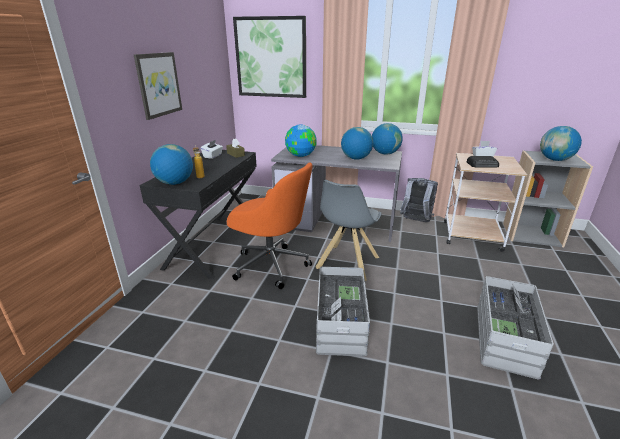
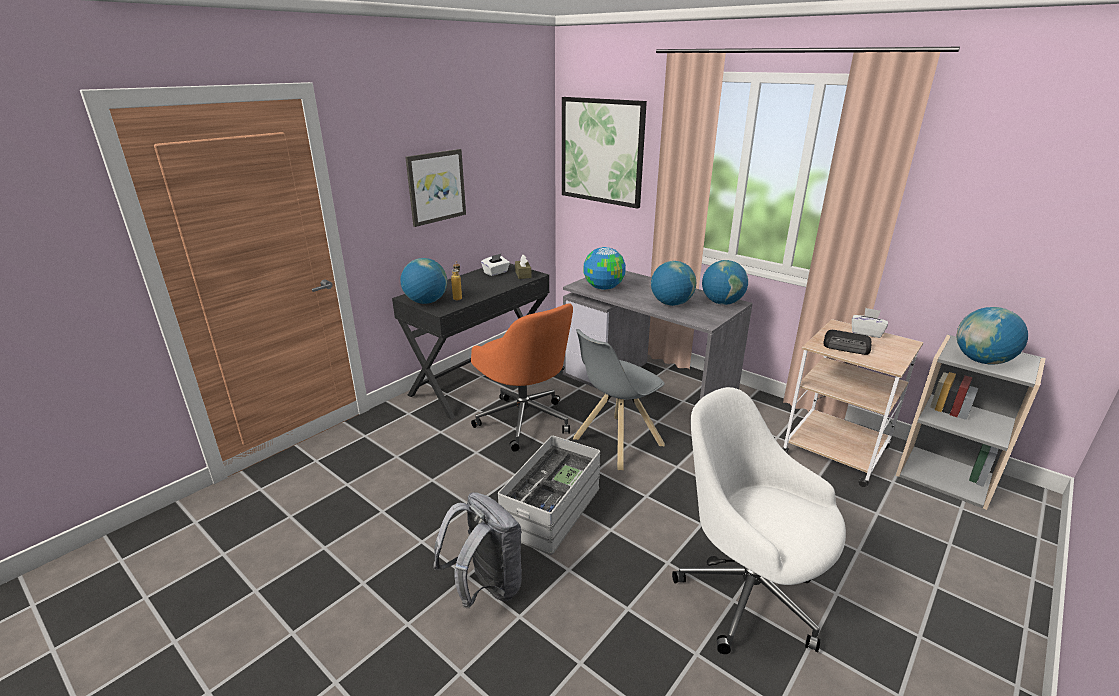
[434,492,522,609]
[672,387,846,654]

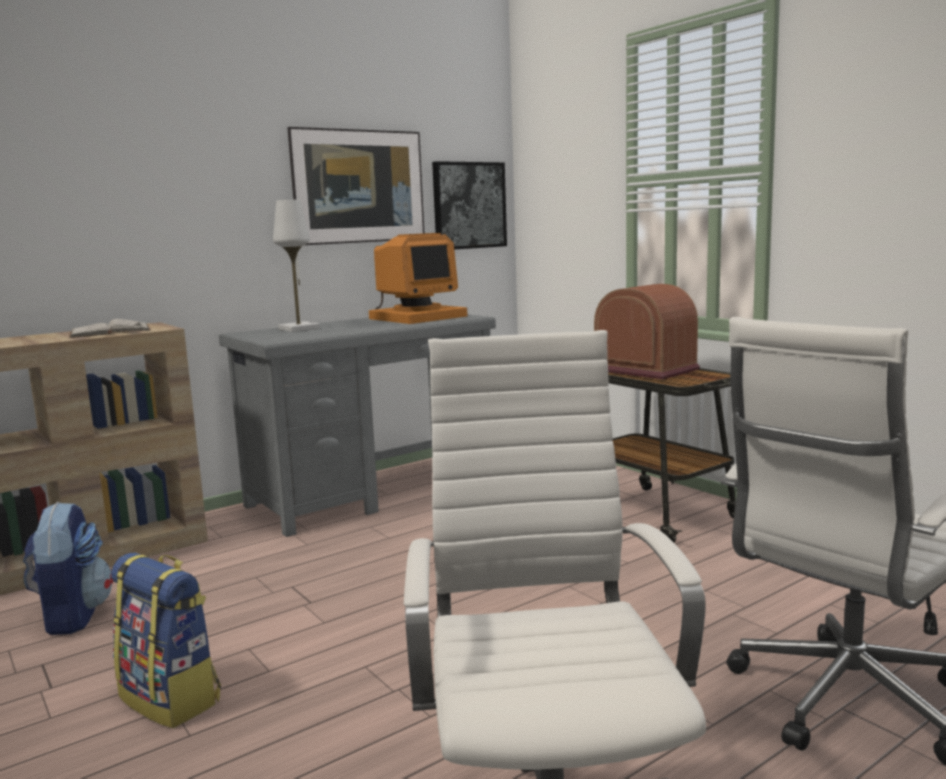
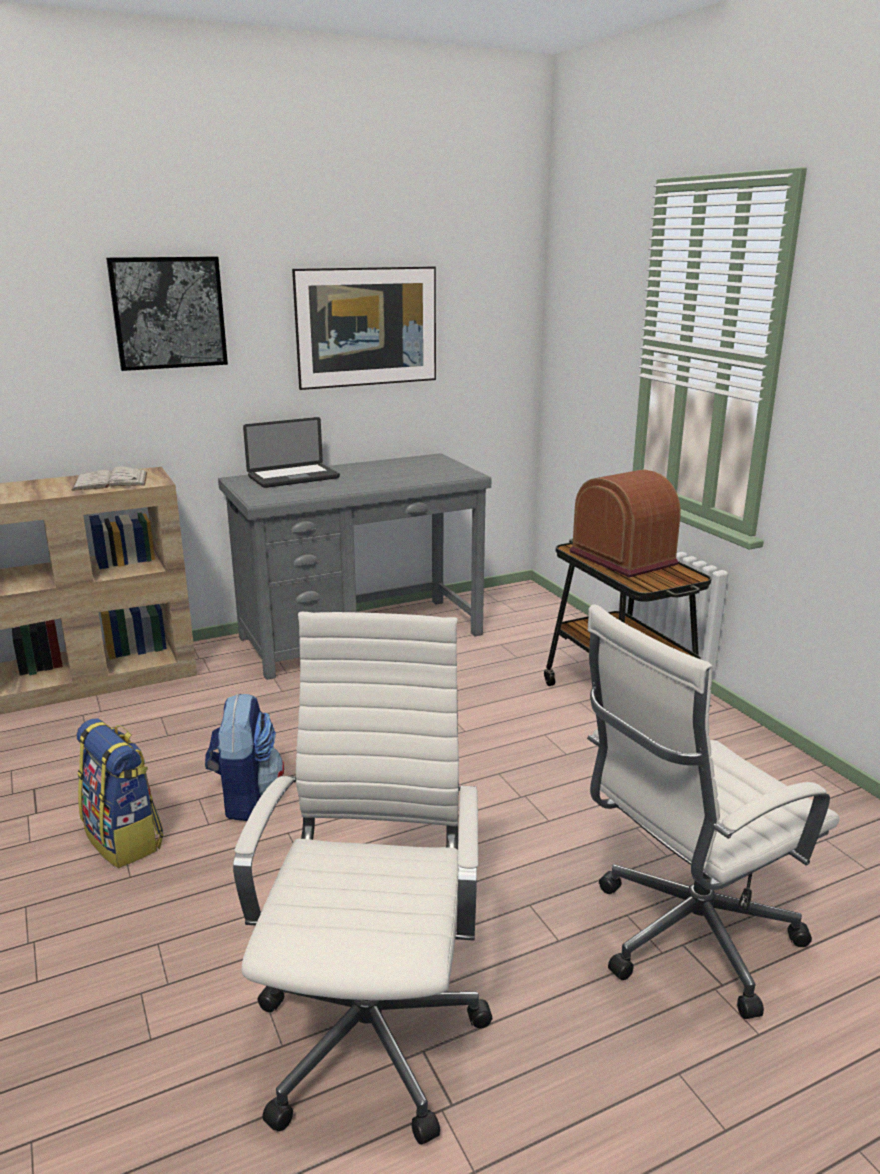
[106,257,228,371]
[243,417,340,488]
[369,233,467,324] (first image)
[205,694,284,821]

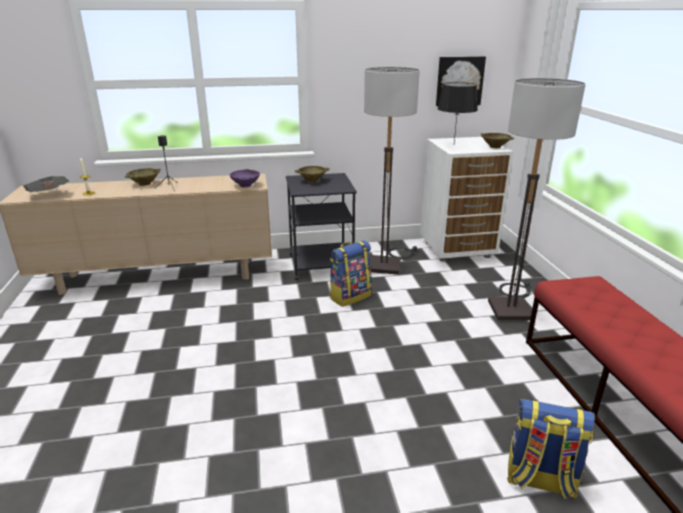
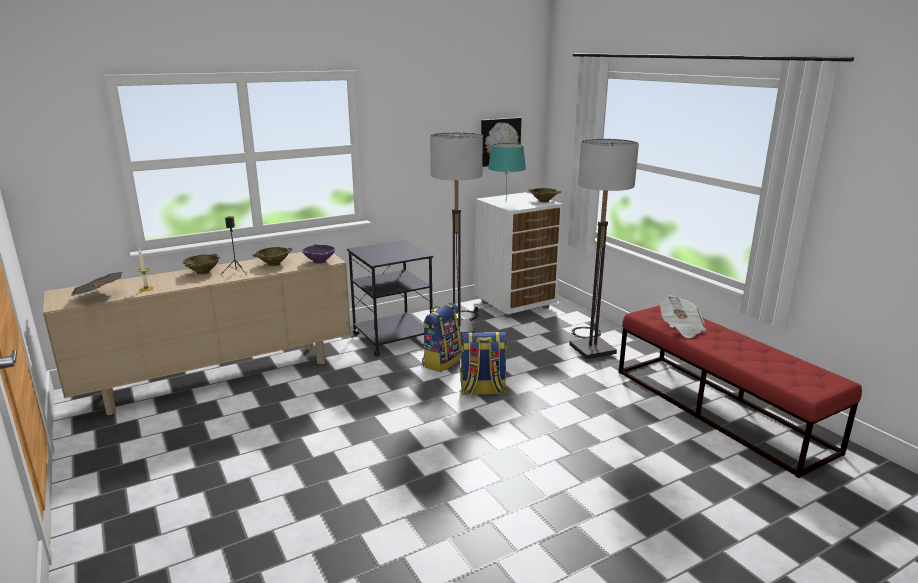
[488,143,526,195]
[252,247,293,266]
[460,332,507,395]
[660,295,706,338]

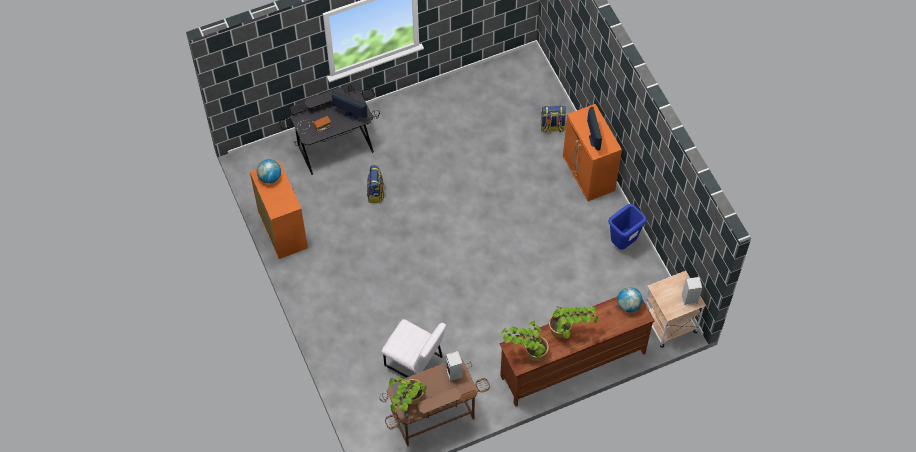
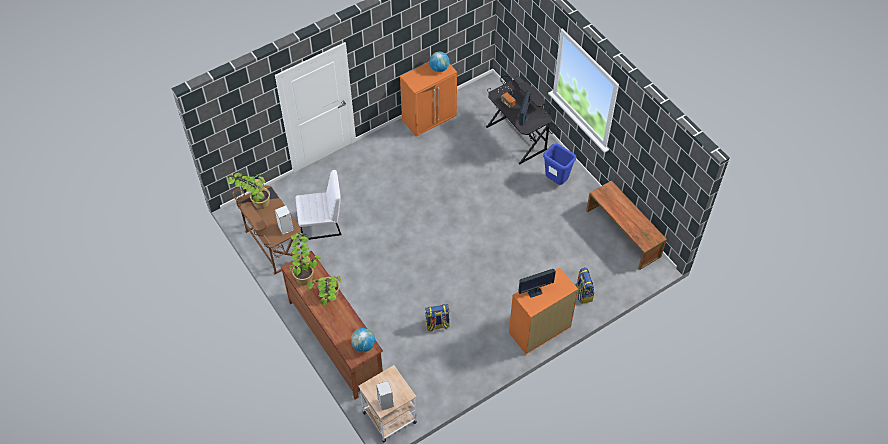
[425,304,450,332]
[543,143,576,185]
[296,170,341,240]
[586,180,667,270]

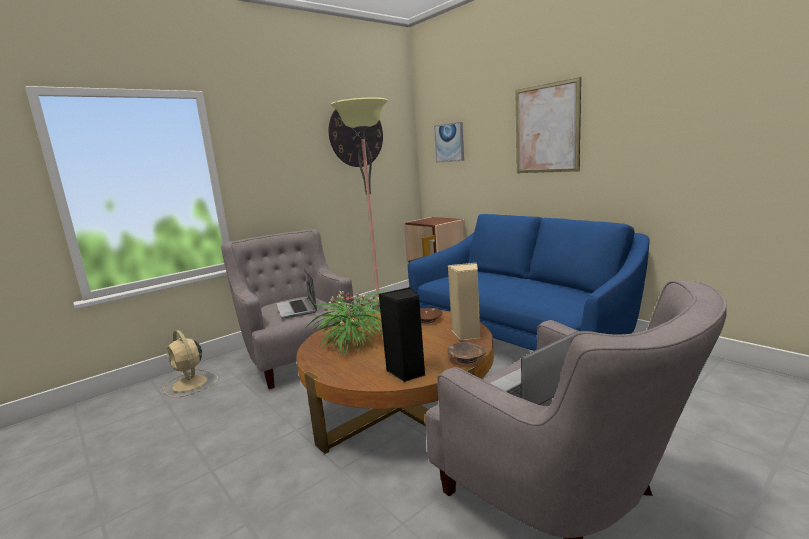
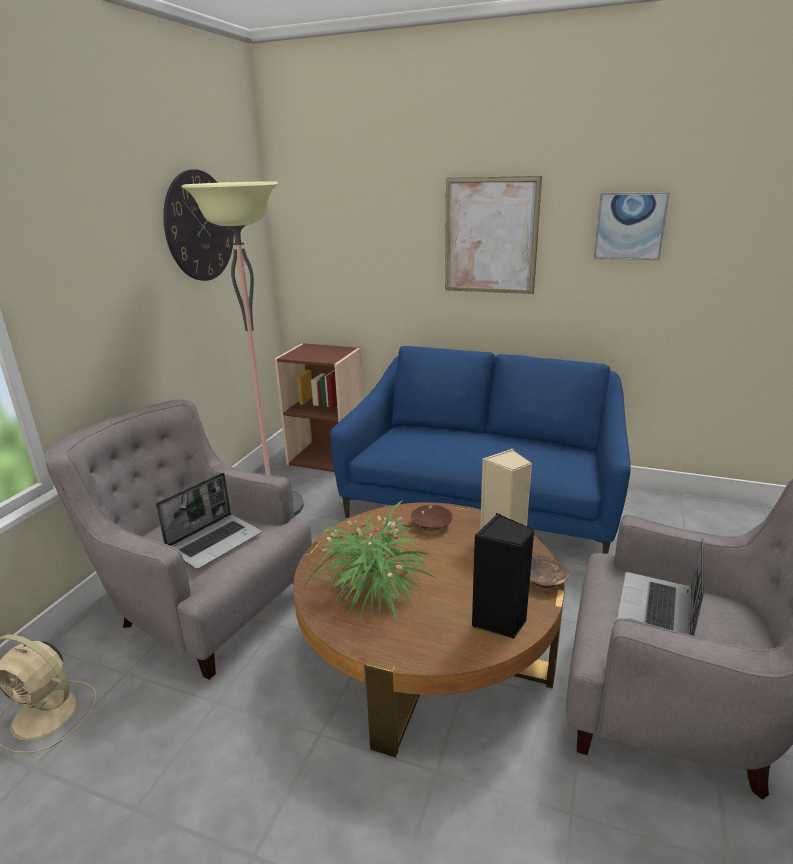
[593,192,670,260]
[156,473,262,569]

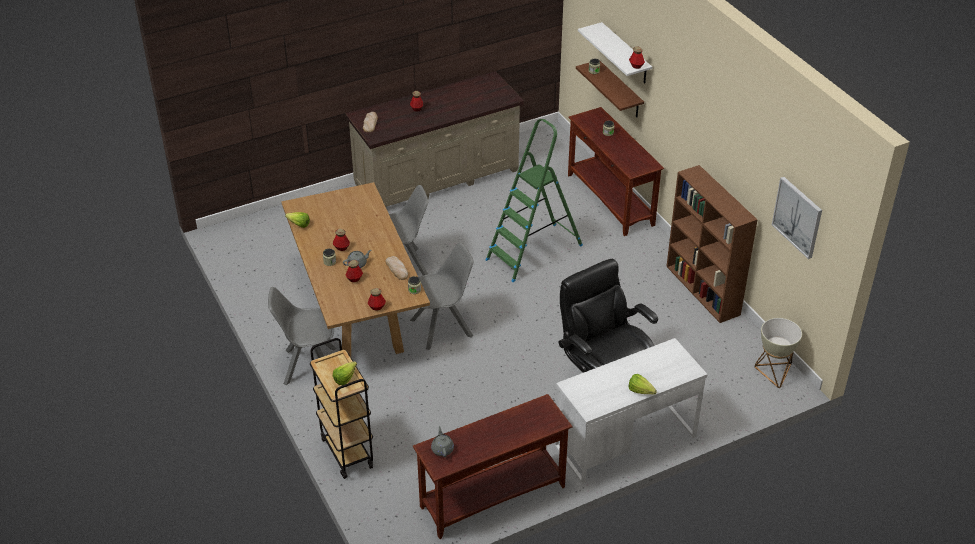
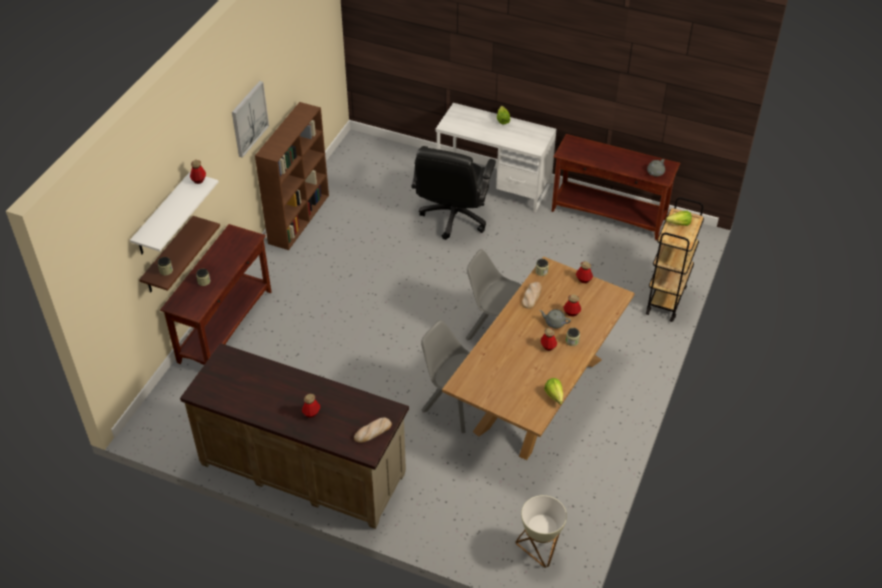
[486,119,583,282] (first image)
[232,81,269,158]
[268,287,337,385] (first image)
[516,495,567,568]

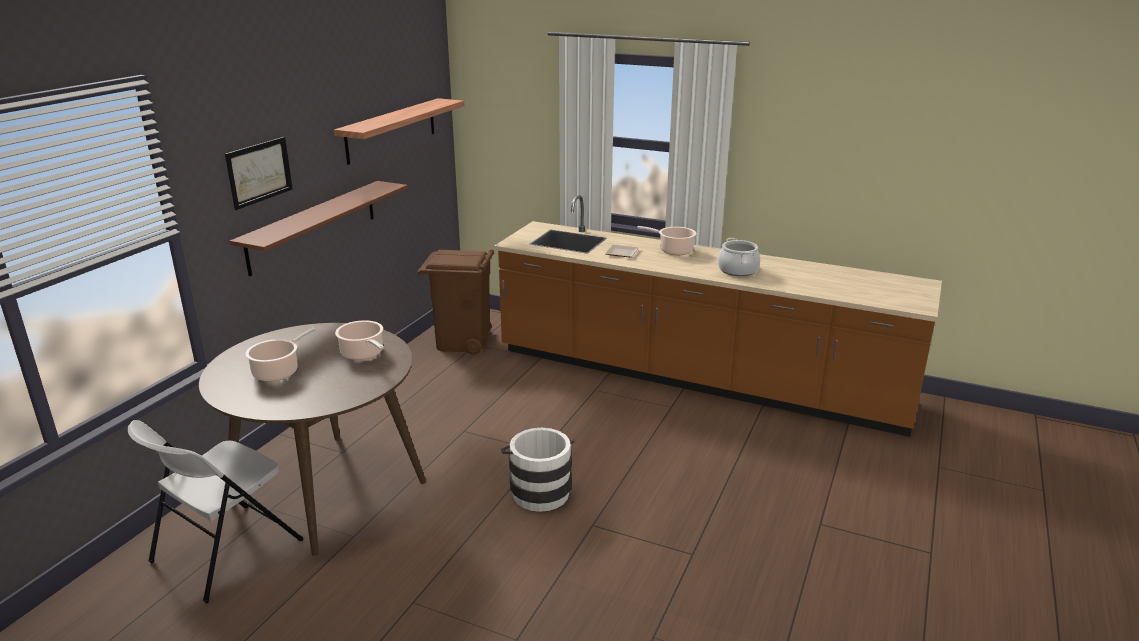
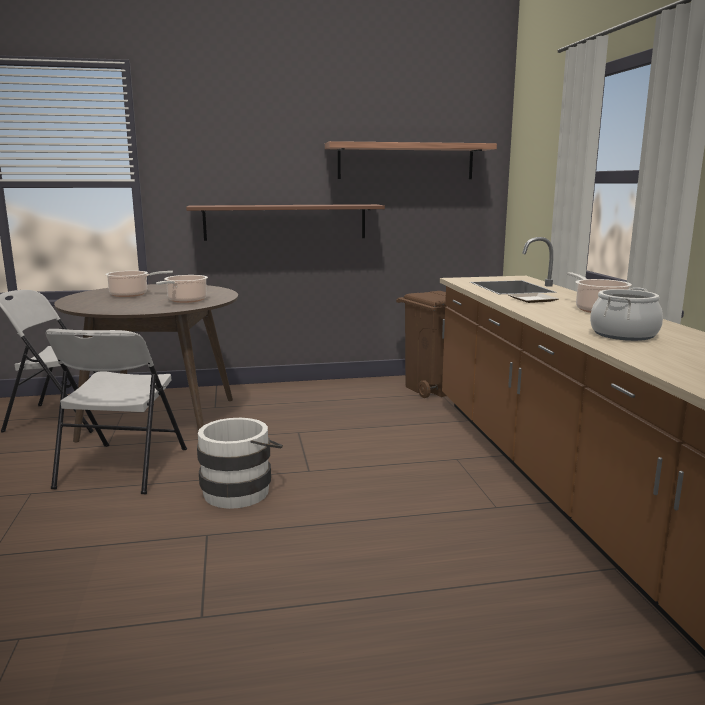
[225,137,293,210] (first image)
[46,329,187,494]

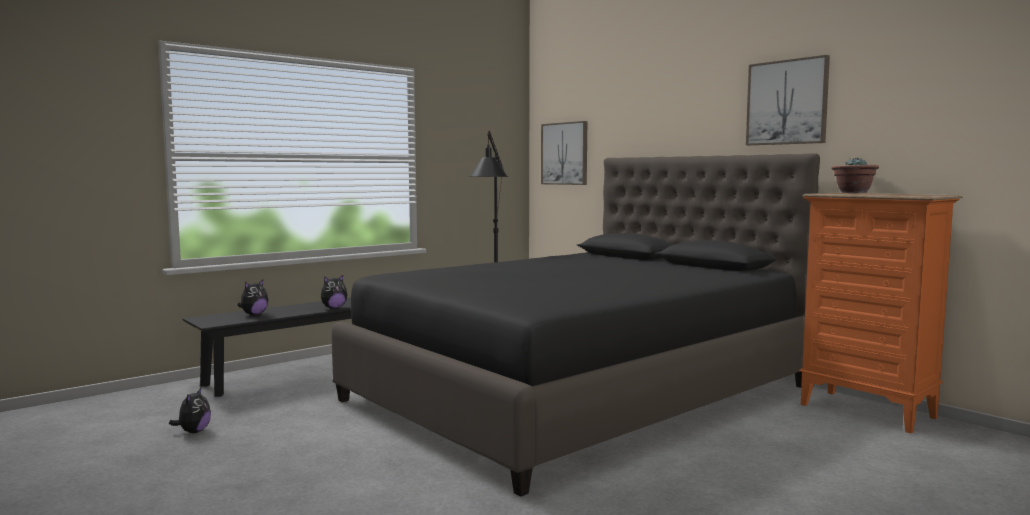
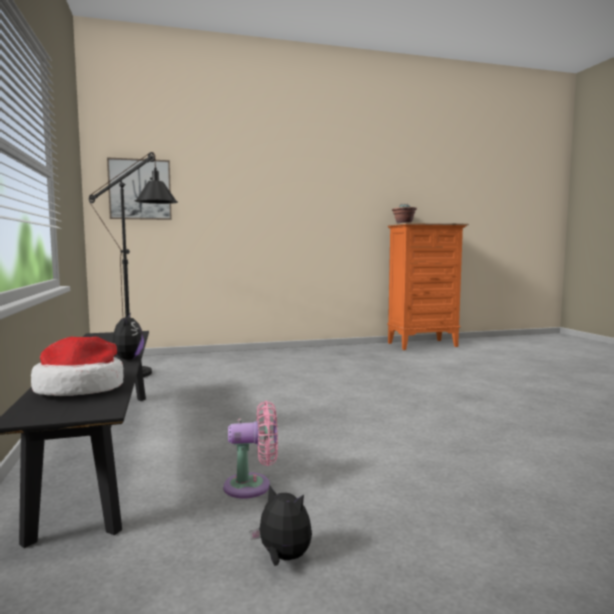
[746,55,830,145] (first image)
[332,153,820,497] (first image)
[31,337,123,396]
[223,401,278,498]

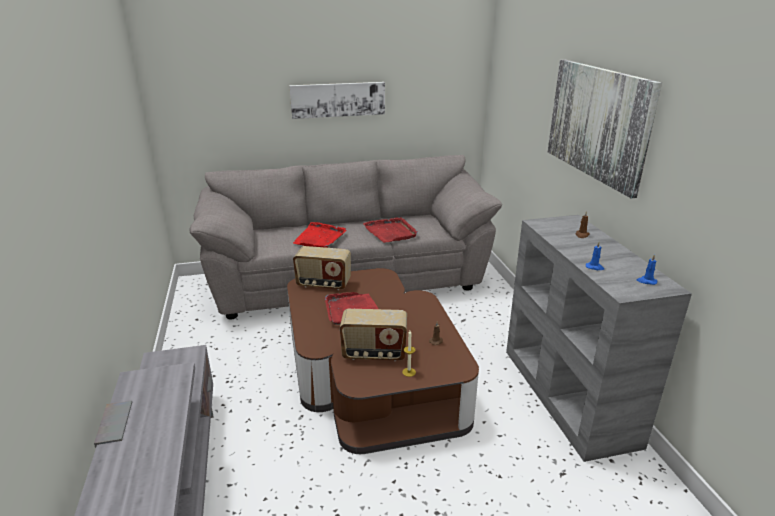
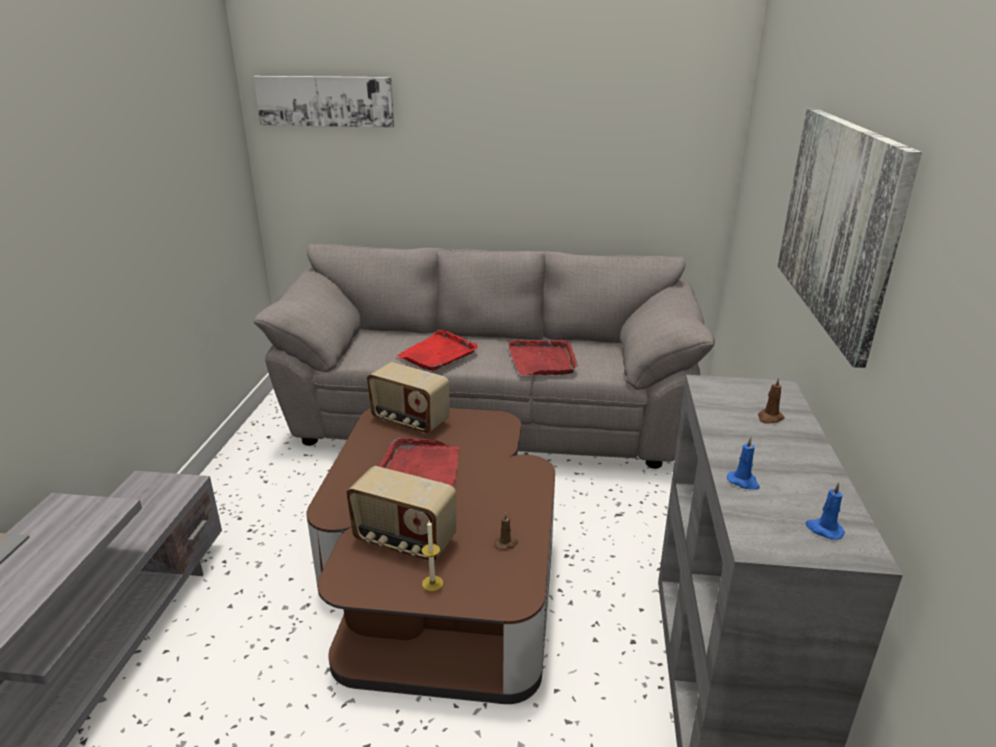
[253,76,394,128]

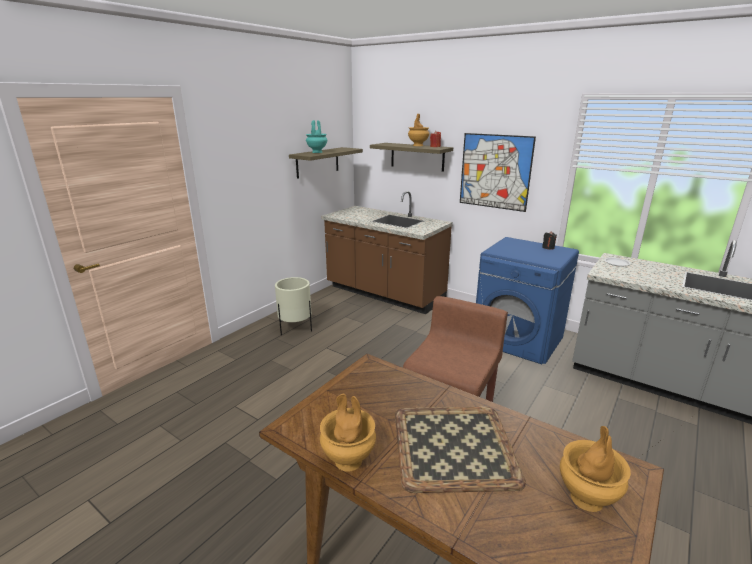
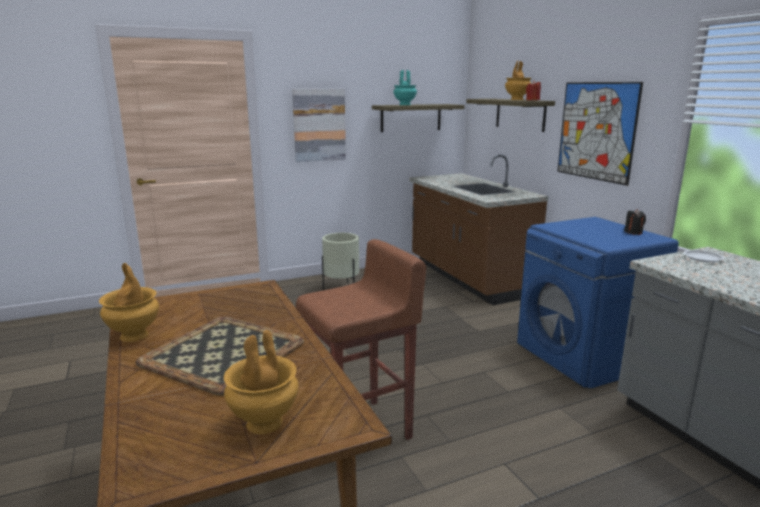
[292,89,346,162]

